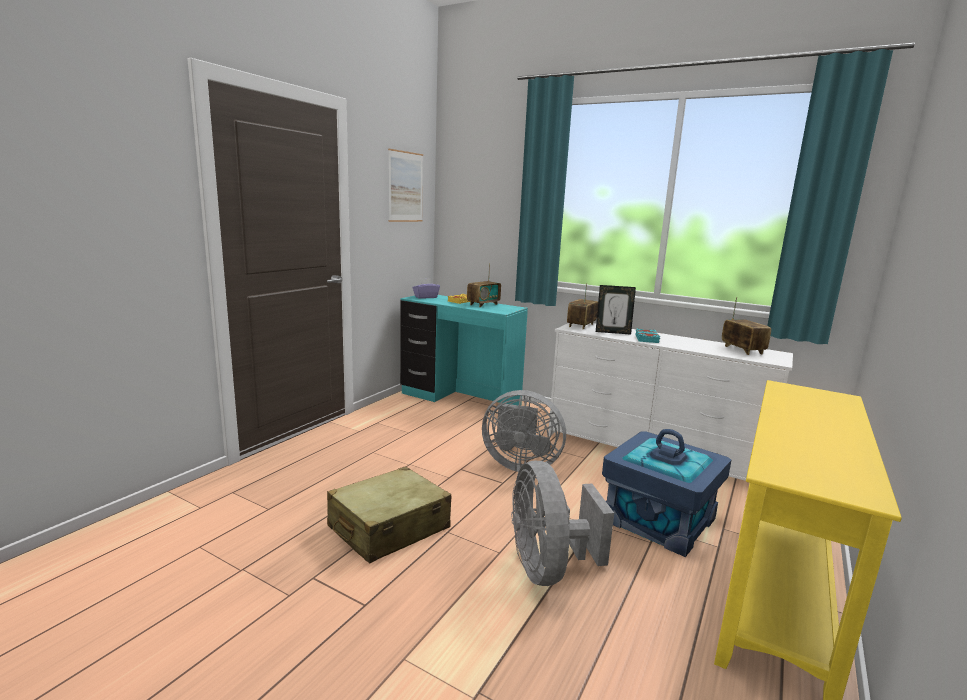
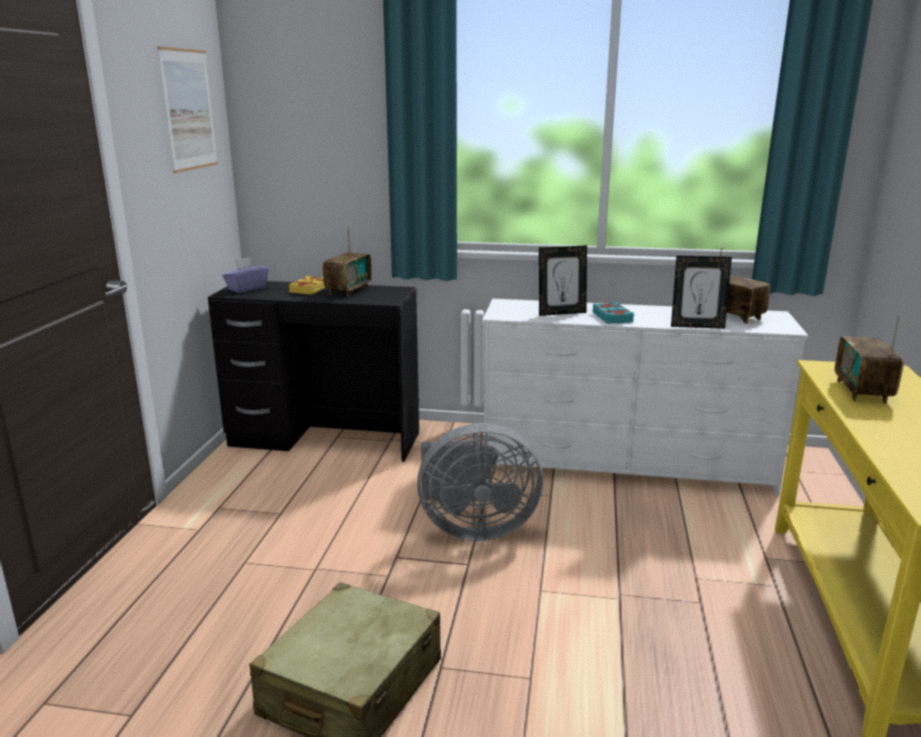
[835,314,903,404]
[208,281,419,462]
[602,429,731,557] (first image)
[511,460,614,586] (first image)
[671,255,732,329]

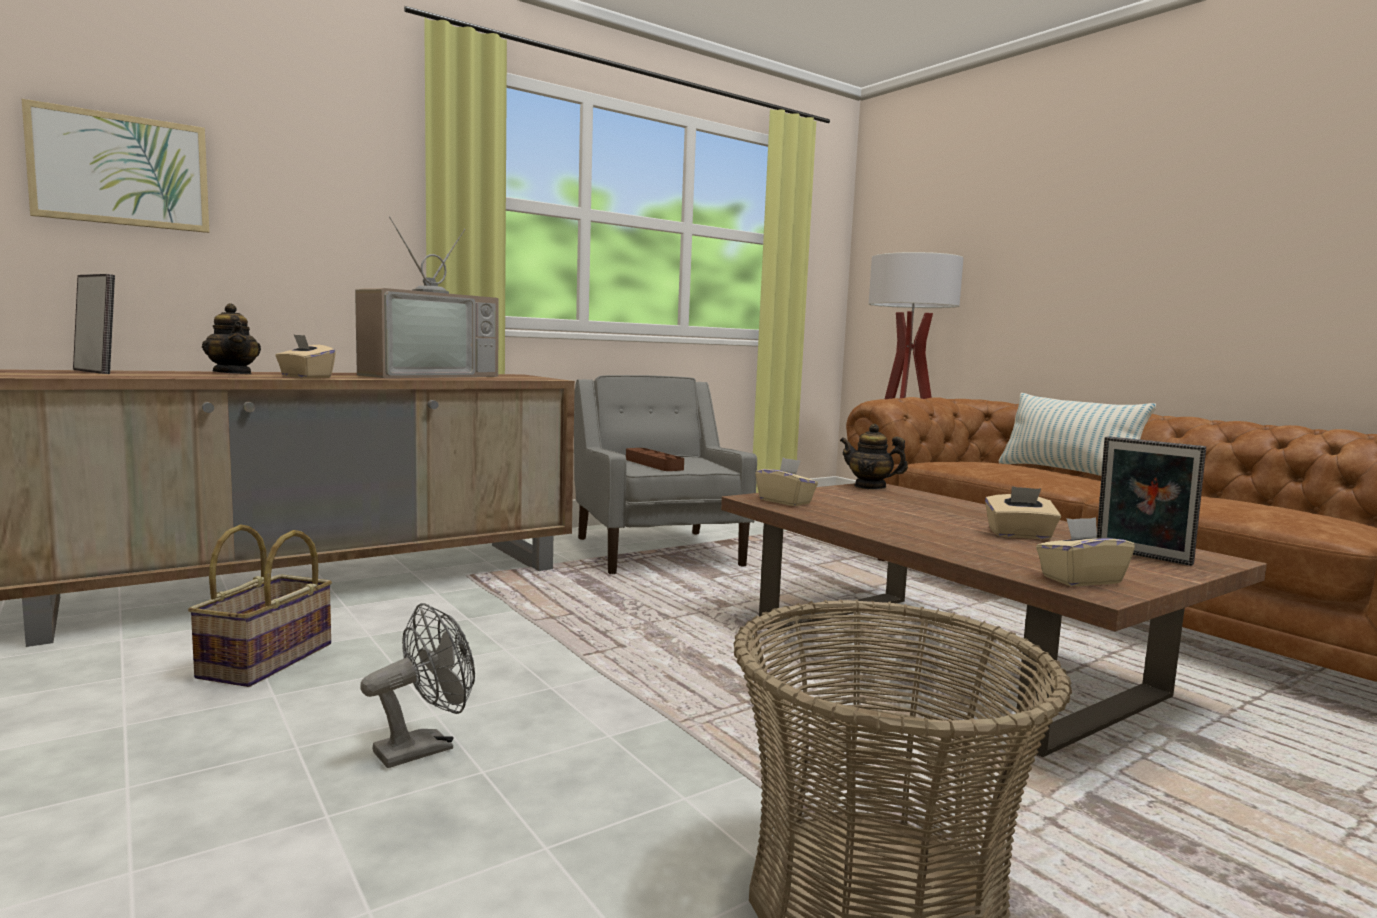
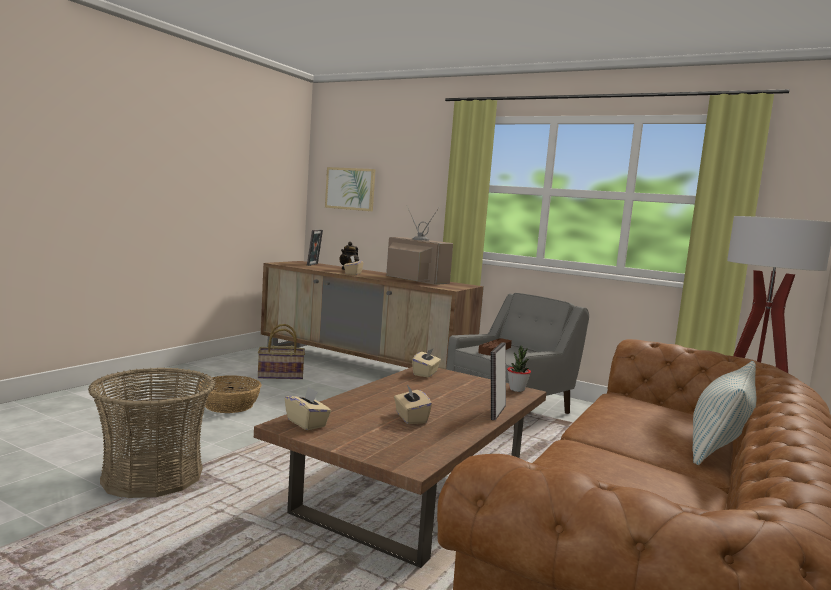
[386,206,453,285]
[507,346,531,392]
[491,342,506,420]
[199,376,261,413]

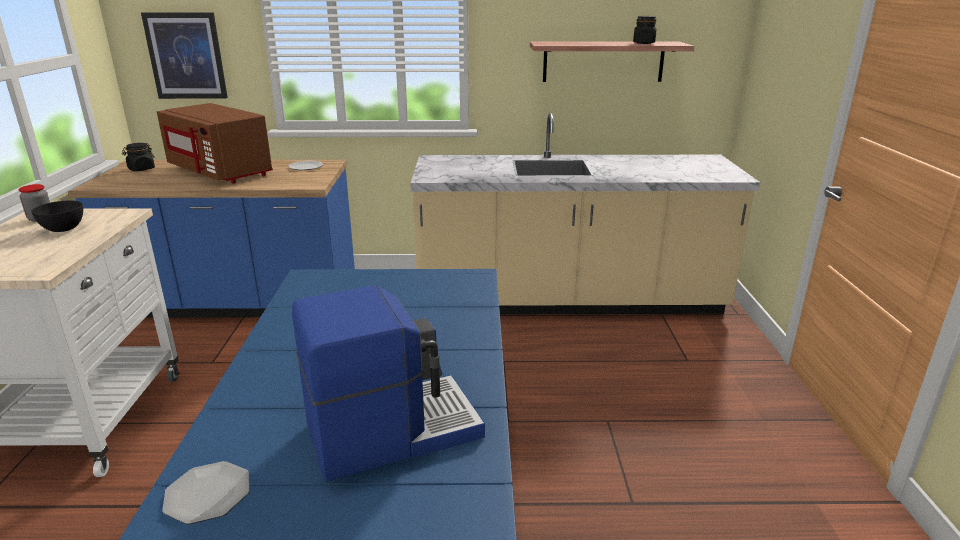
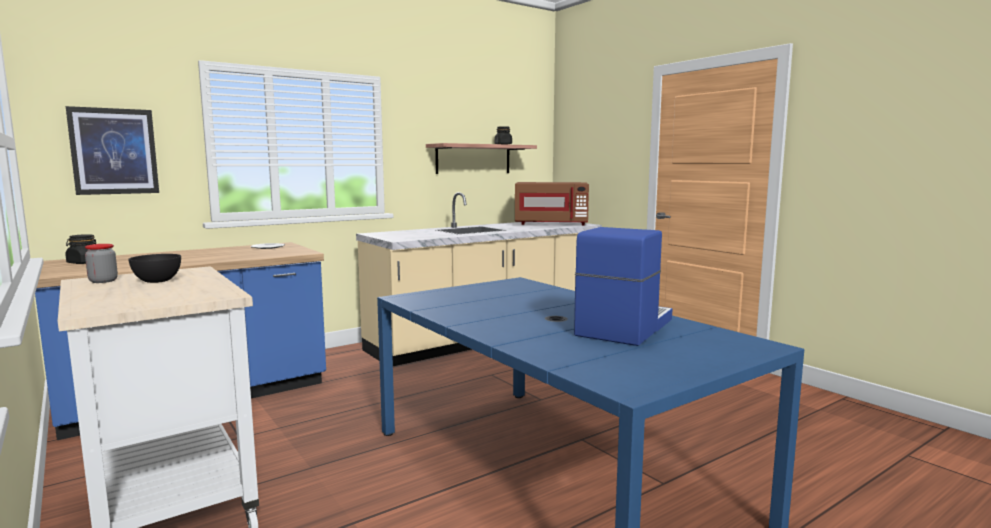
[515,182,589,225]
[162,461,249,524] (first image)

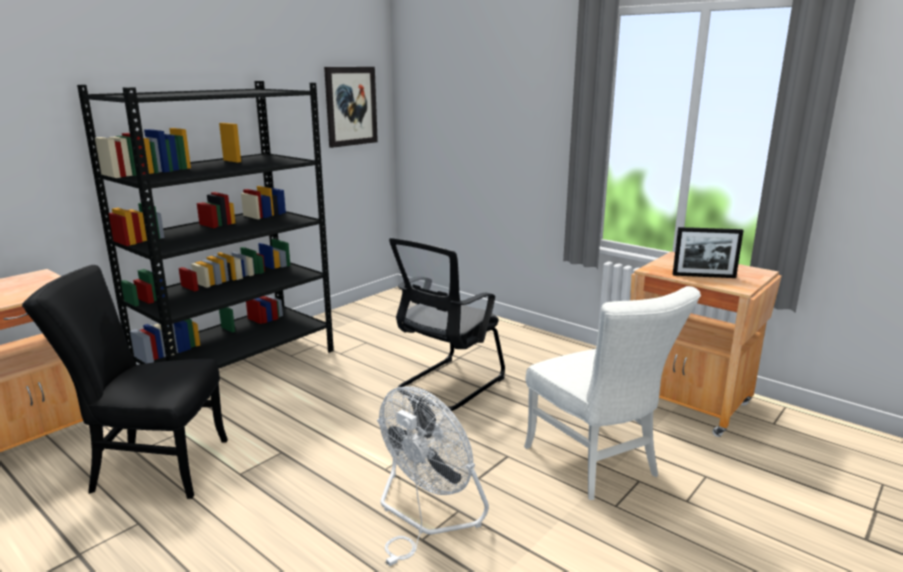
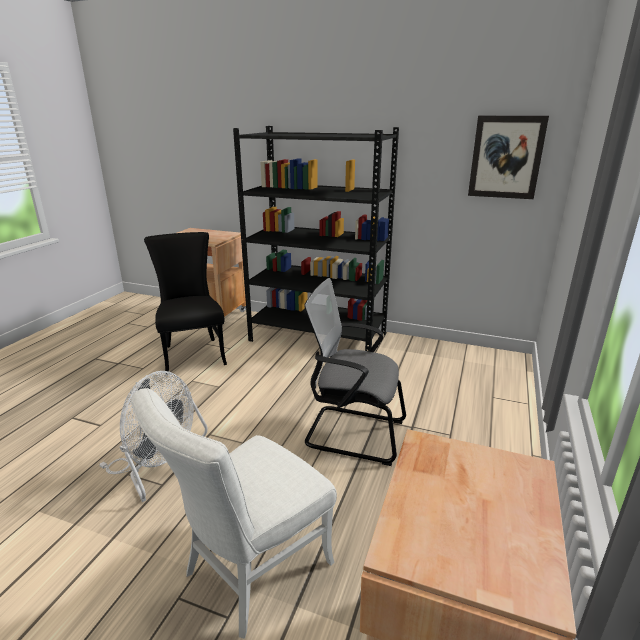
[673,227,744,278] (first image)

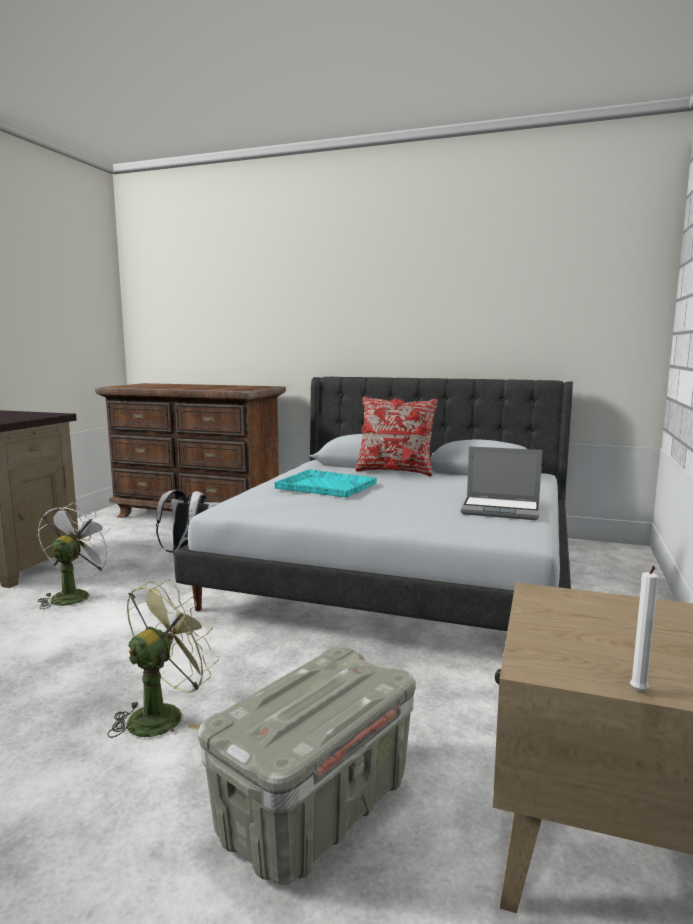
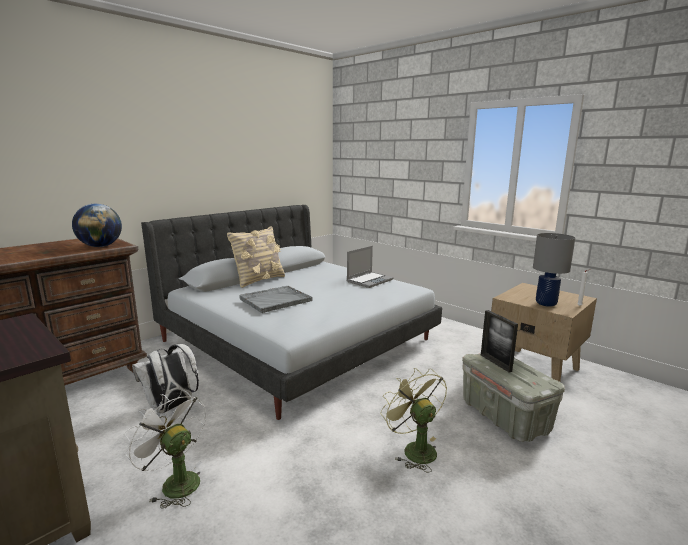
[227,226,285,288]
[239,286,313,313]
[72,204,122,247]
[533,233,575,307]
[481,310,518,372]

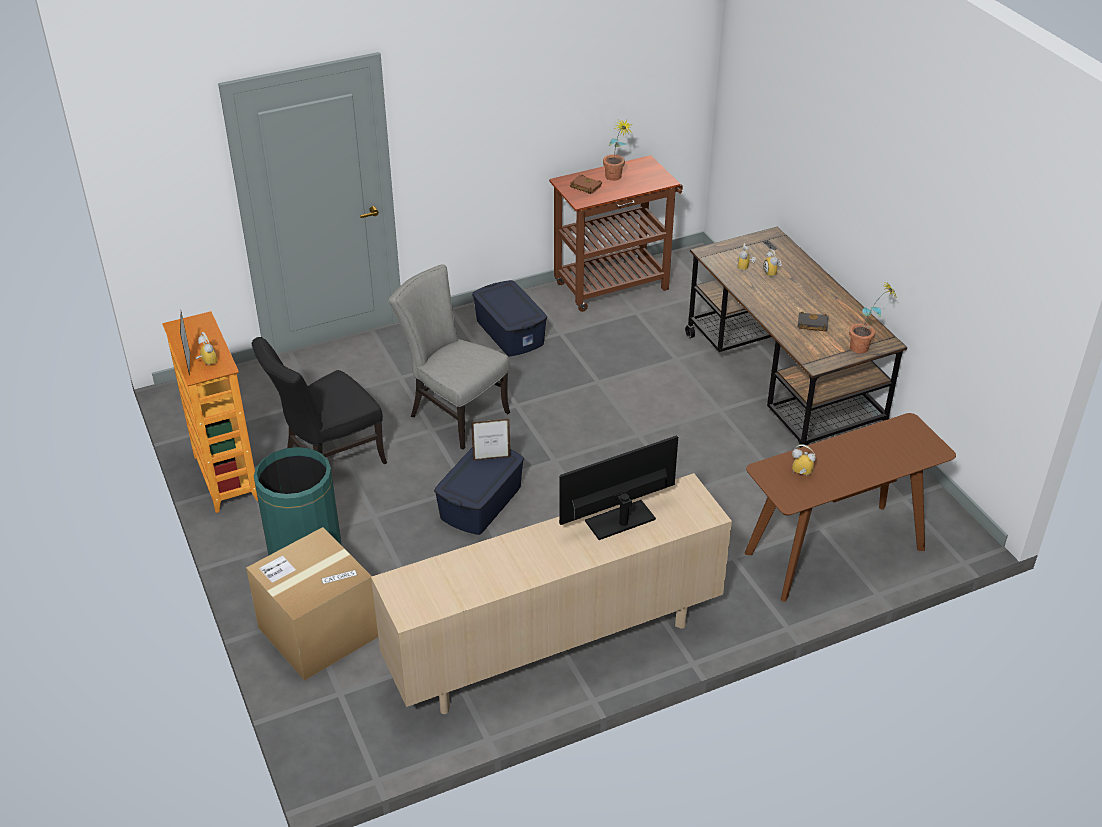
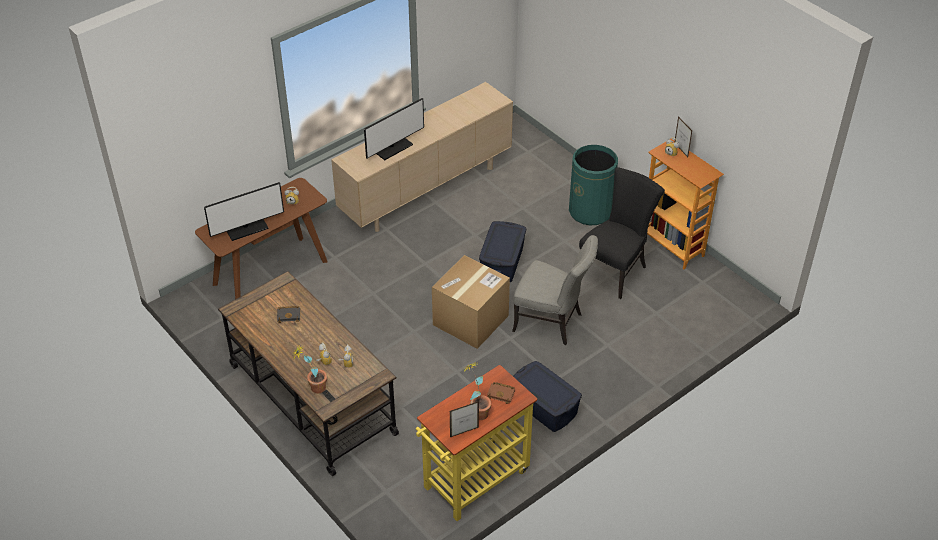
[416,365,537,521]
[292,345,327,393]
[450,401,479,437]
[432,255,510,349]
[204,182,284,241]

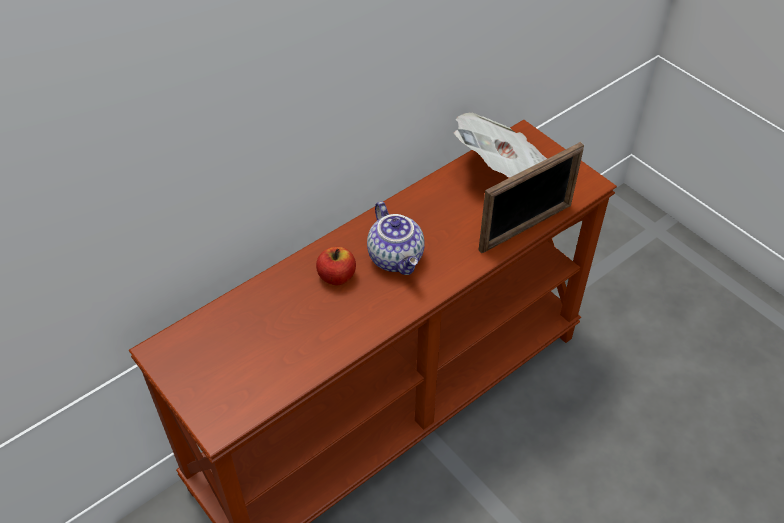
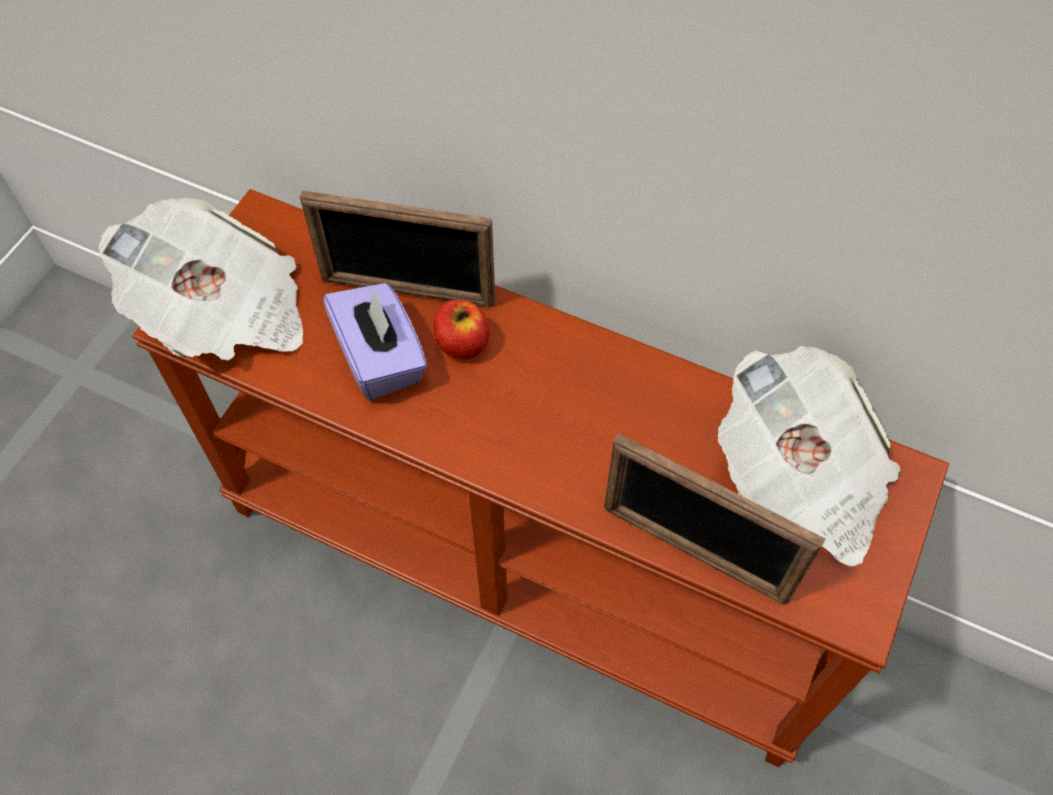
[367,201,425,275] (first image)
[300,191,495,307]
[99,198,303,361]
[323,283,427,400]

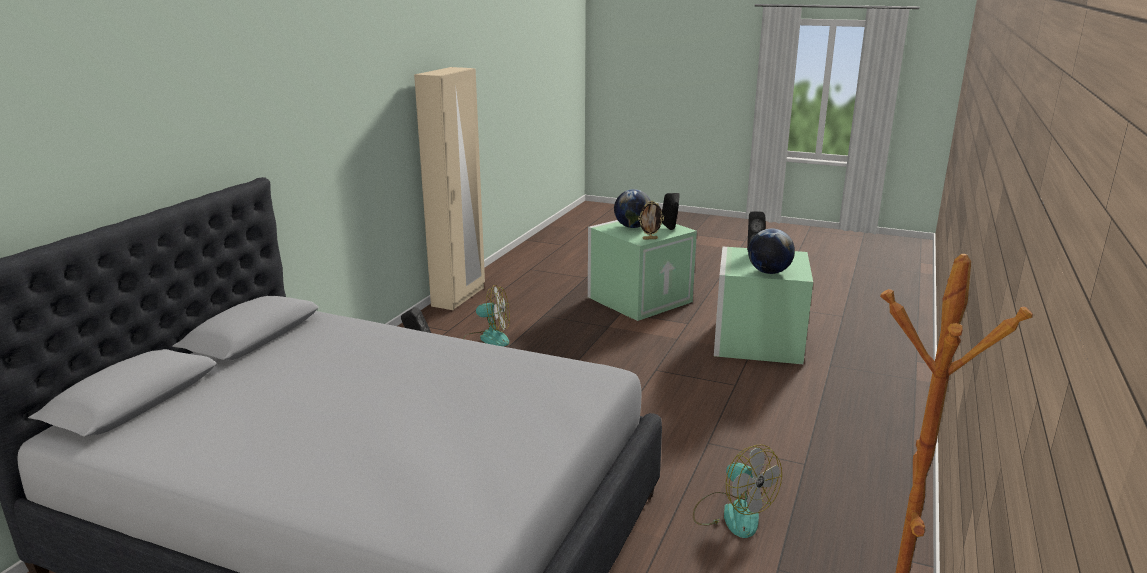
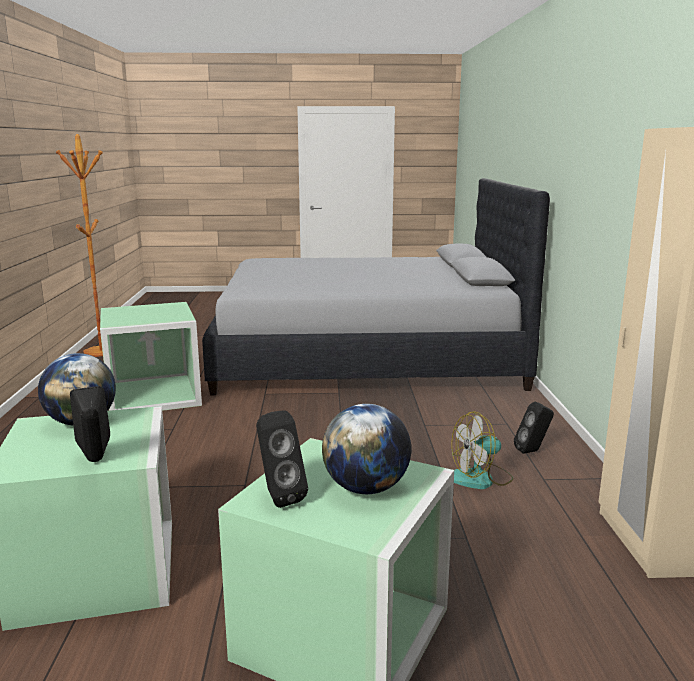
[638,201,664,240] (first image)
[100,302,202,411]

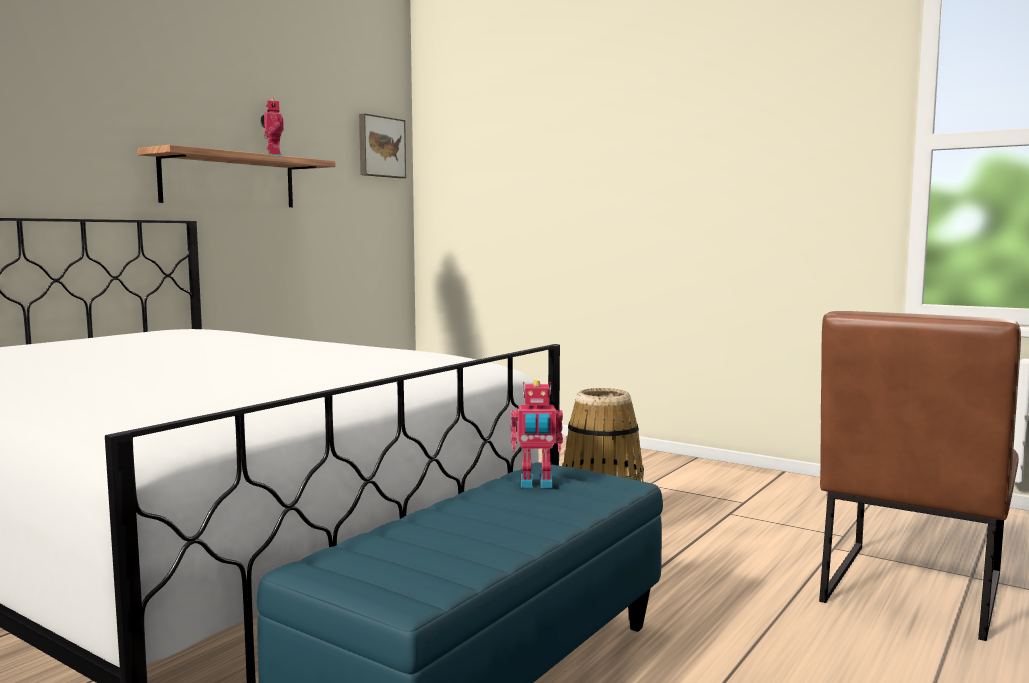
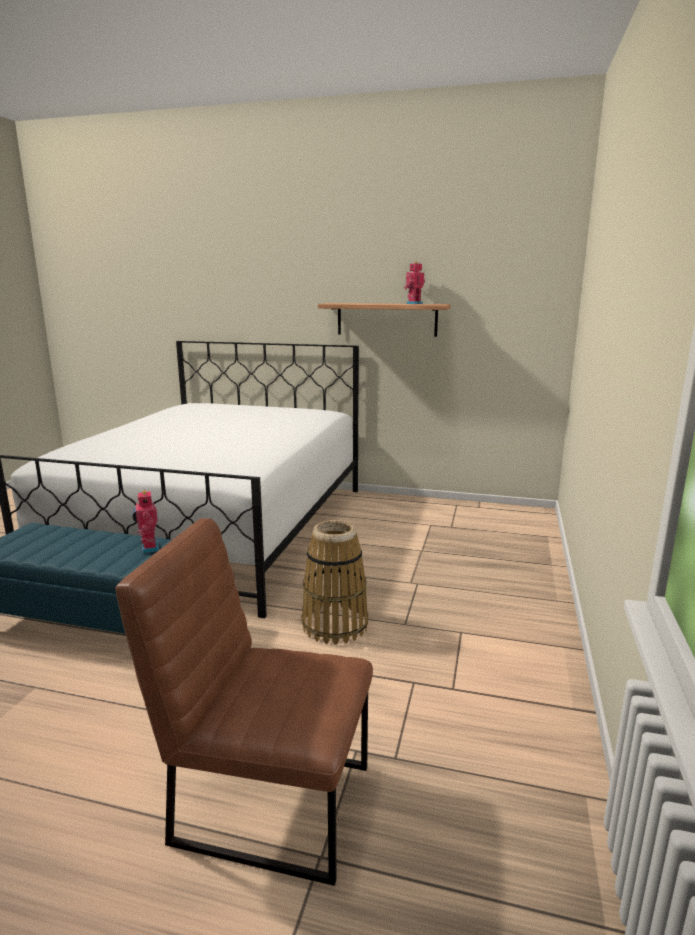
[359,113,406,178] (first image)

